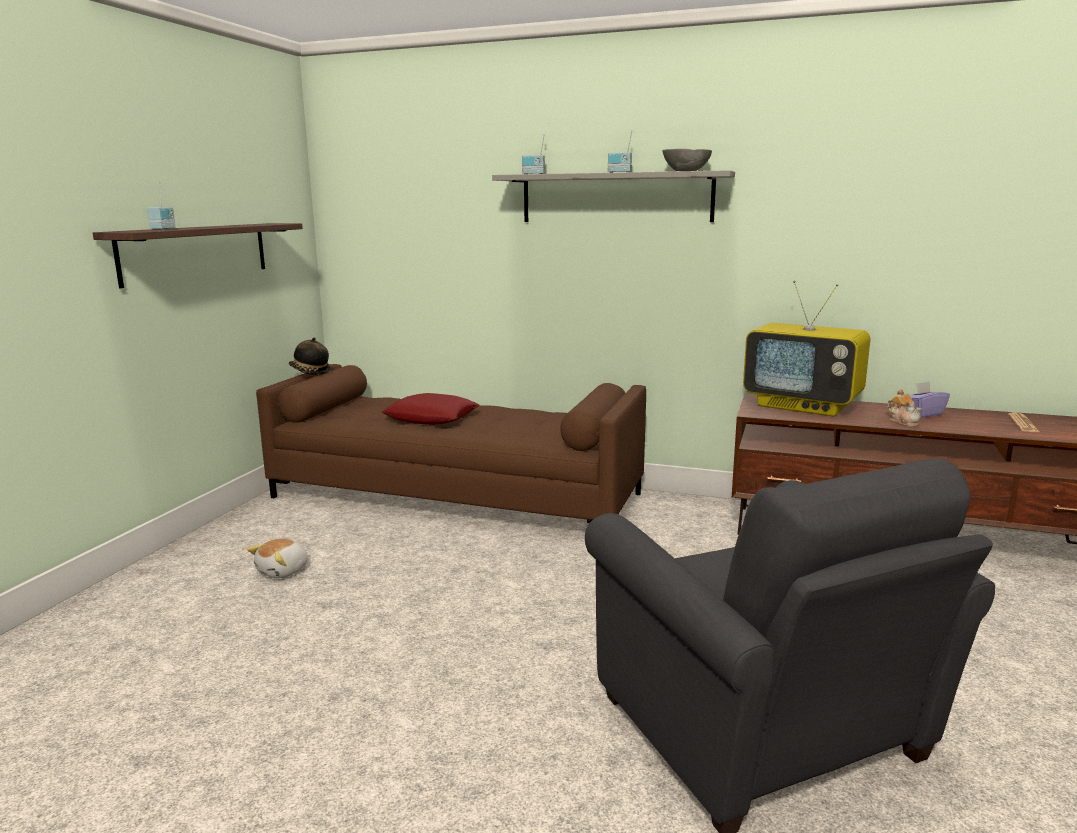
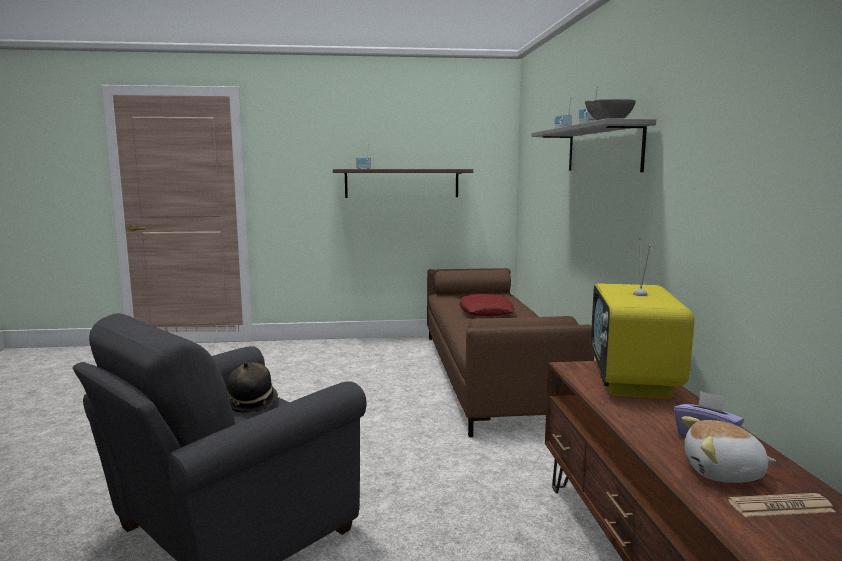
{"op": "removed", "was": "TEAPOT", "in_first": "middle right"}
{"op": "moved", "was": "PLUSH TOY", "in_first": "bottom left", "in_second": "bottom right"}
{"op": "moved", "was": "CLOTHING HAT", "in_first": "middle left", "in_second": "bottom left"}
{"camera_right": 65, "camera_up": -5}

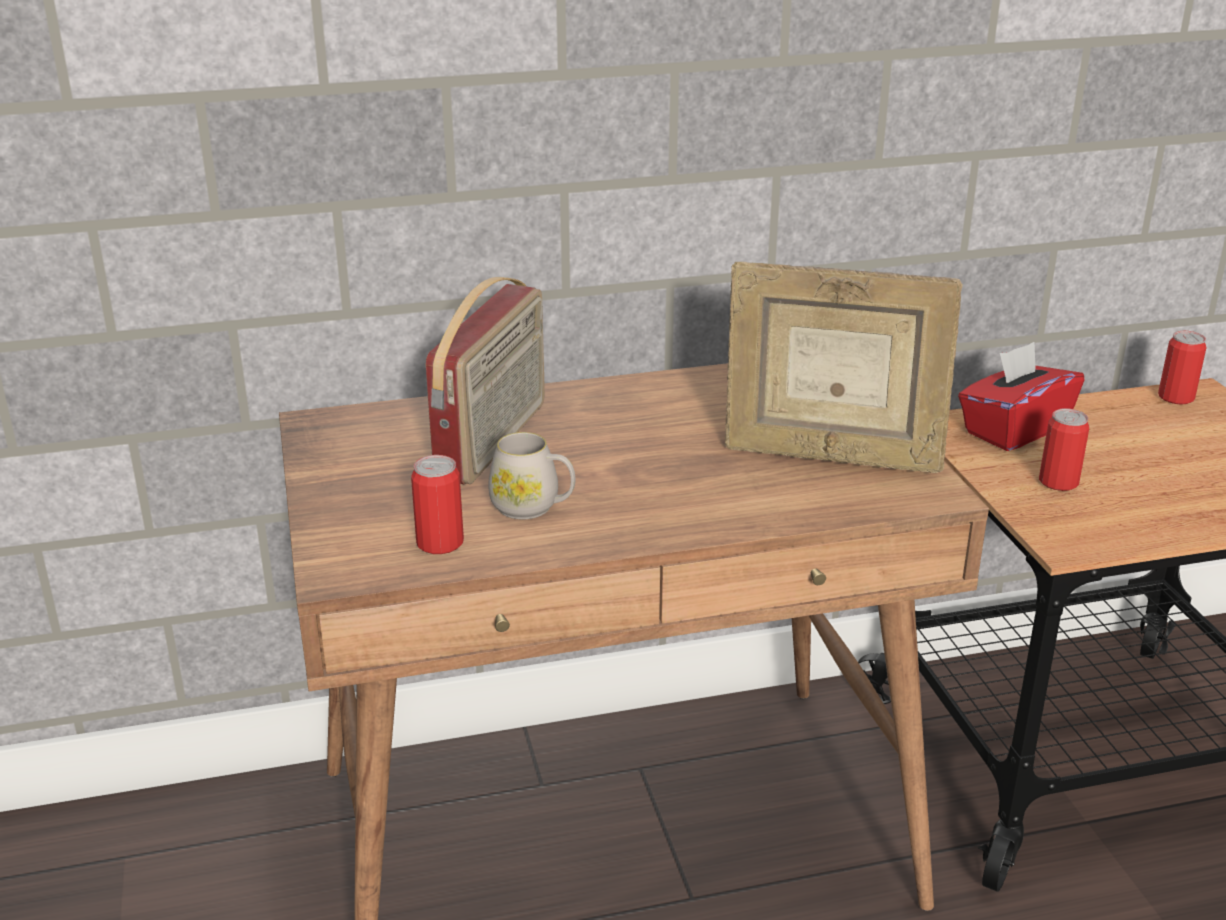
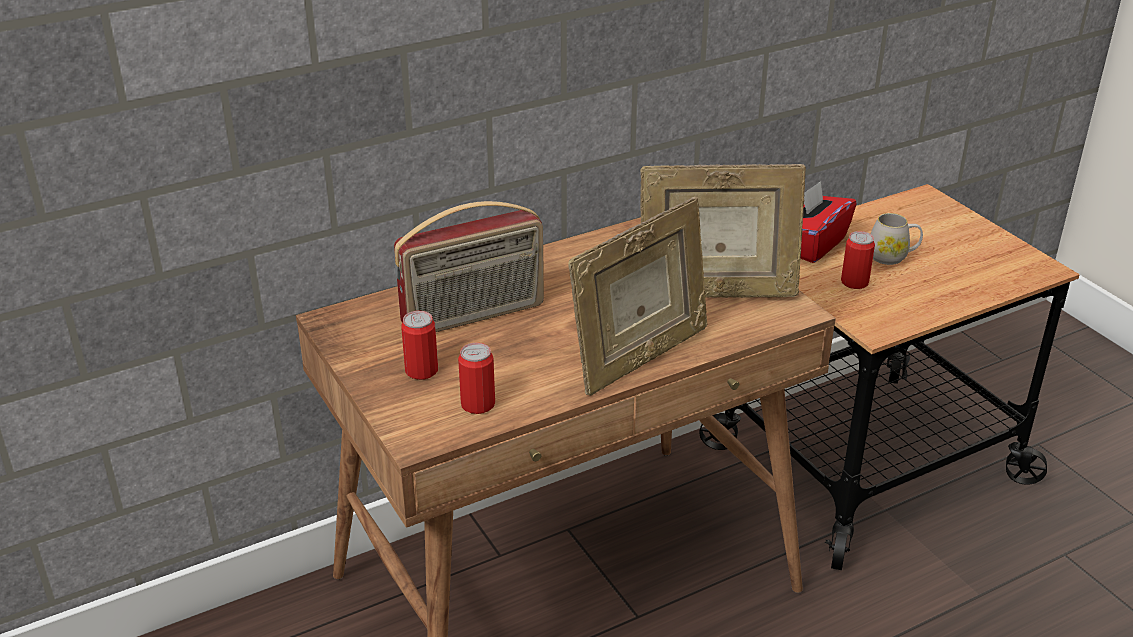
{"op": "added", "now": "PICTURE FRAME (1st from left)", "in_second": "centre"}
{"op": "moved", "was": "WHITE-COLOURED COFFEE MUG", "in_first": "centre", "in_second": "middle right"}
{"op": "moved", "was": "METAL CAN (3rd from left in the first image)", "now": "METAL CAN (1st from left)", "in_first": "middle right", "in_second": "centre"}
{"op": "turned", "was": "RADIO SET", "in_first": "centre", "in_second": "centre", "clockwise": 60}
{"camera_right": -15, "camera_up": 5}

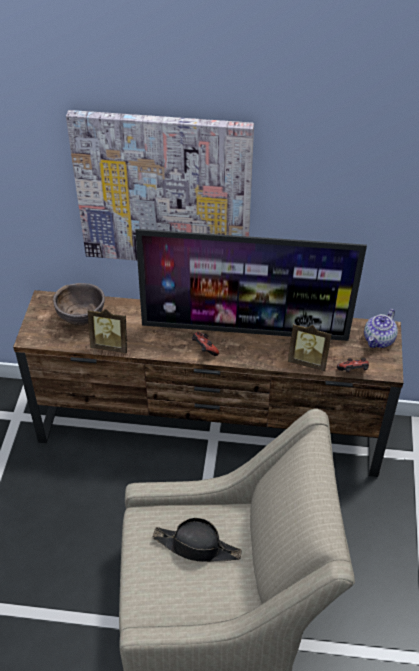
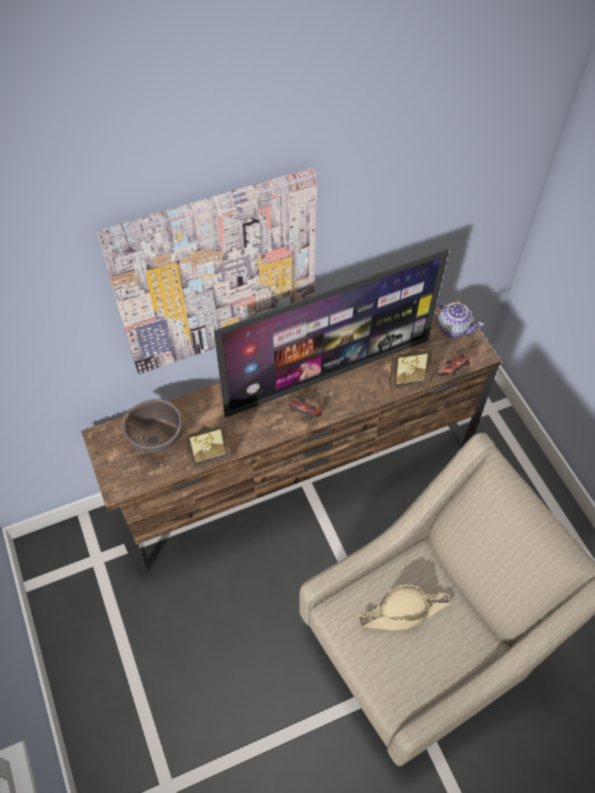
{"op": "recoloured", "was": "BLACK CLOTHING HAT", "now": "BEIGE-COLOURED CLOTHING HAT", "in_first": "bottom centre", "in_second": "bottom right"}
{"op": "turned", "was": "TEAPOT", "in_first": "middle right", "in_second": "middle right", "clockwise": -60}
{"camera_right": -30, "camera_up": 10}

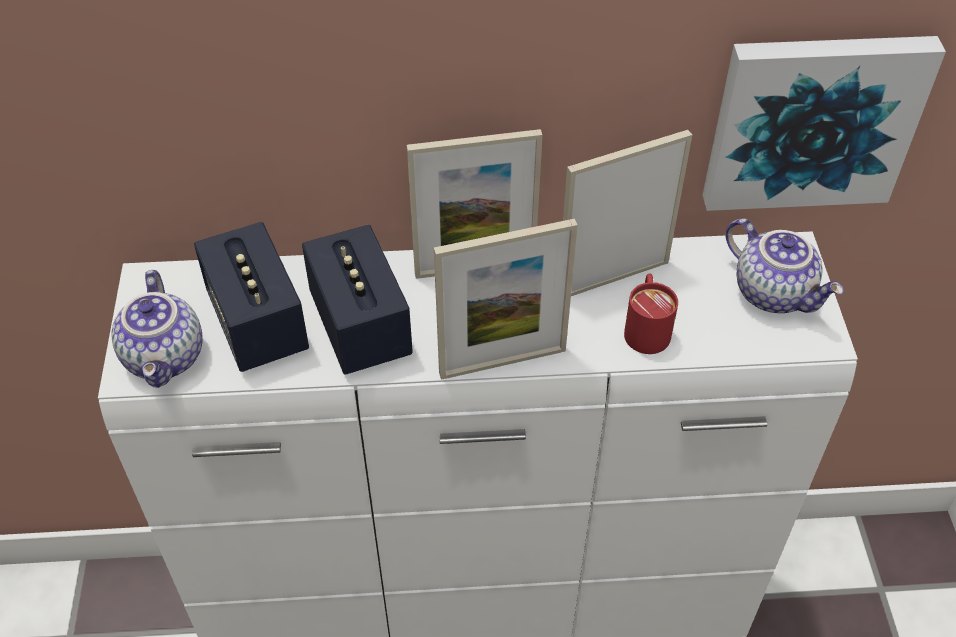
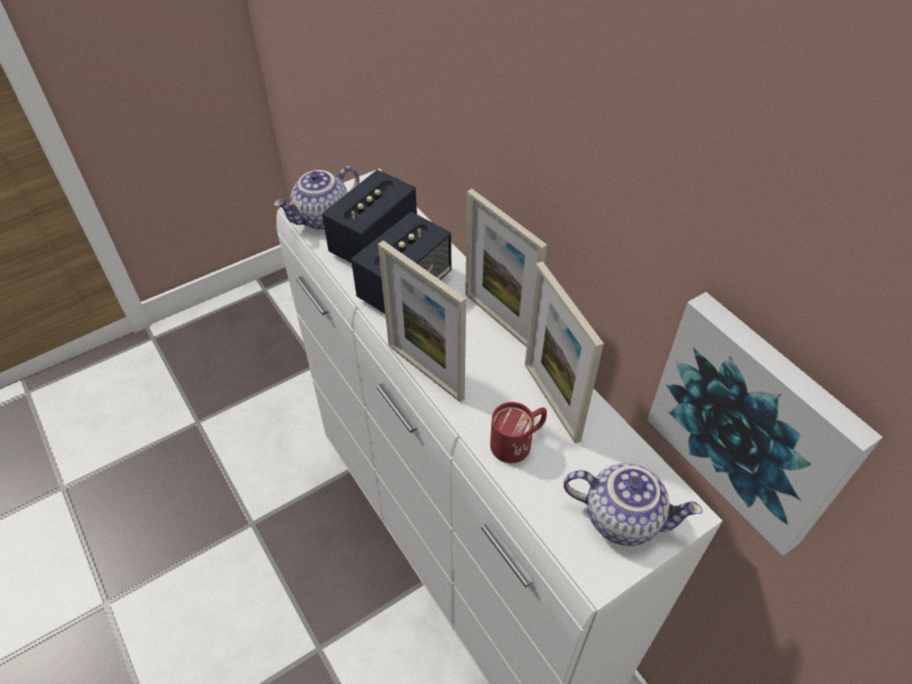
{"op": "turned", "was": "PICTURE FRAME (3rd from left)", "in_first": "centre", "in_second": "centre", "clockwise": -150}
{"op": "turned", "was": "TEAPOT (2nd from left)", "in_first": "middle right", "in_second": "bottom right", "clockwise": -90}
{"camera_right": 60, "camera_up": 0}

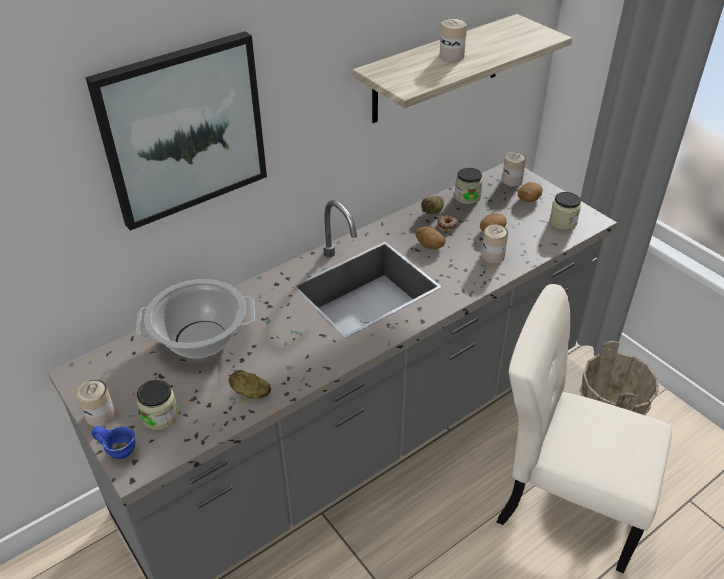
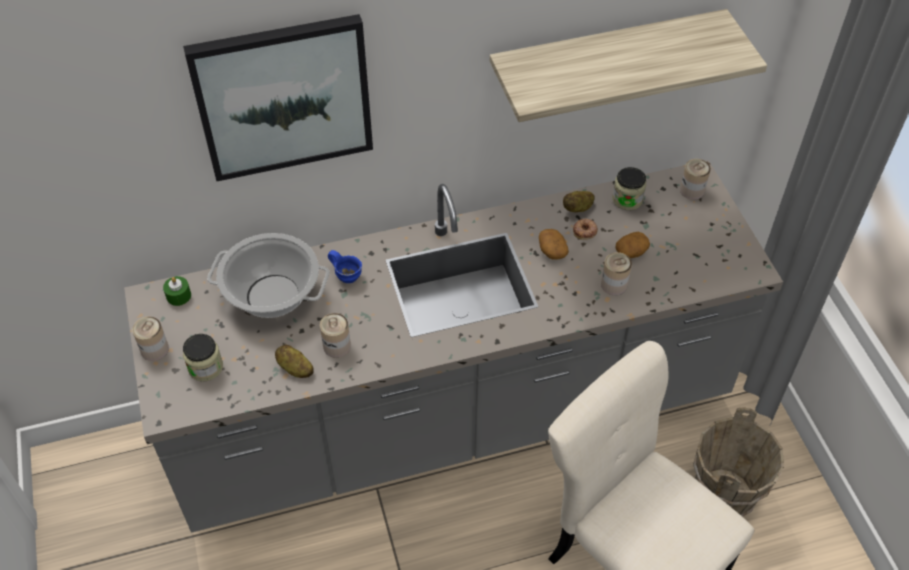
{"op": "removed", "was": "SPUD (5th from left)", "in_first": "top right"}
{"op": "removed", "was": "JAR (3rd from left)", "in_first": "middle right"}
{"op": "added", "now": "GREEN WAX CANDLE", "in_second": "middle left"}
{"op": "moved", "was": "BLUISH COFFEE MUG", "in_first": "bottom left", "in_second": "centre"}
{"op": "moved", "was": "METAL CAN (2nd from left)", "in_first": "top centre", "in_second": "centre"}
{"camera_right": 20, "camera_up": 10}

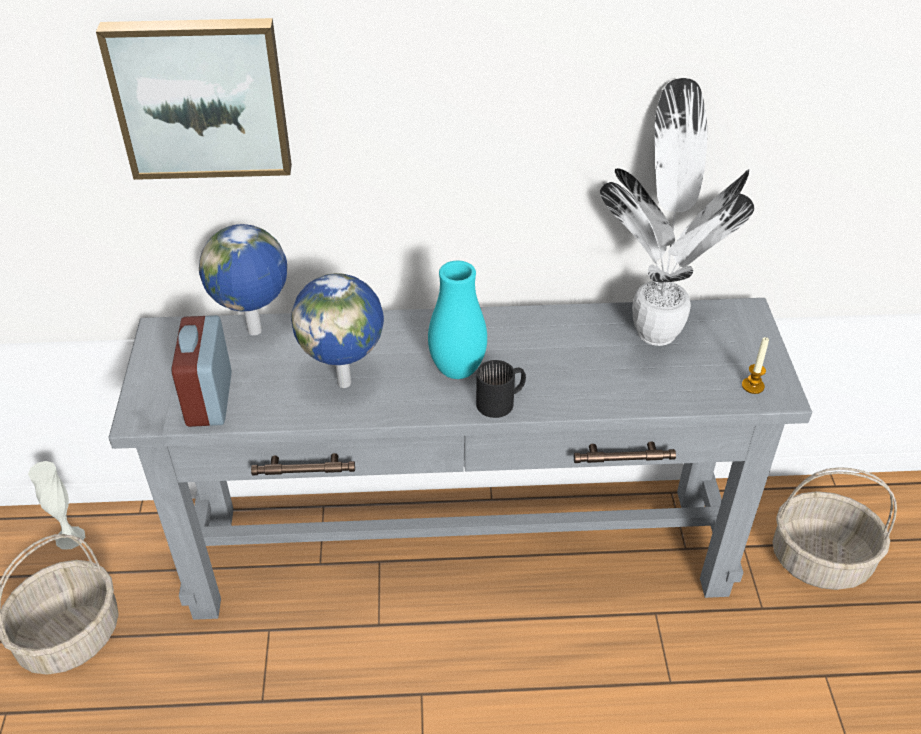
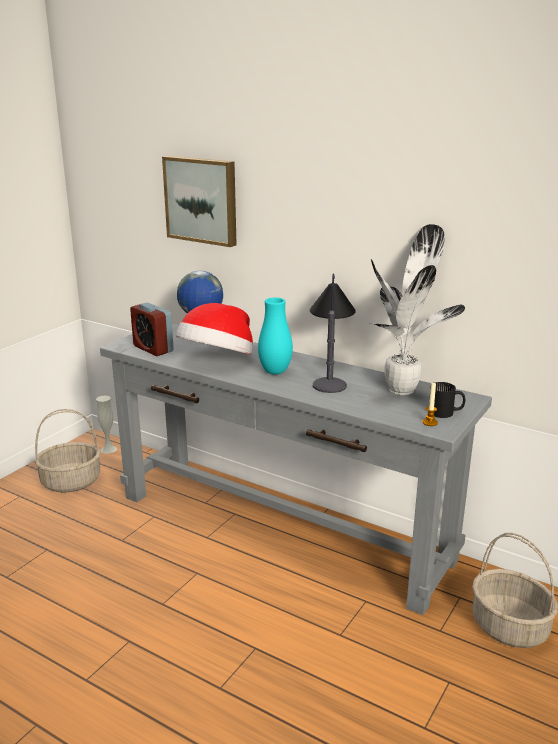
{"op": "added", "now": "TABLE LAMP", "in_second": "centre"}
{"op": "moved", "was": "BLACK COFFEE MUG", "in_first": "centre", "in_second": "middle right"}
{"op": "replaced", "was": "GLOBE (2nd from left)", "now": "CLOTHING HAT", "in_first": "centre", "in_second": "centre"}
{"op": "turned", "was": "ALARM CLOCK", "in_first": "middle left", "in_second": "middle left", "clockwise": -75}
{"camera_right": 35, "camera_up": -20}

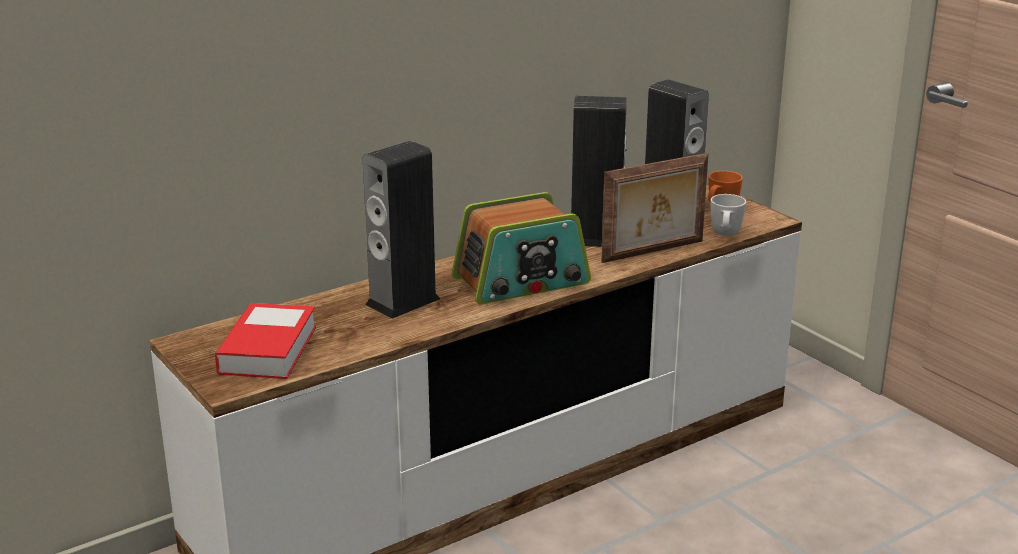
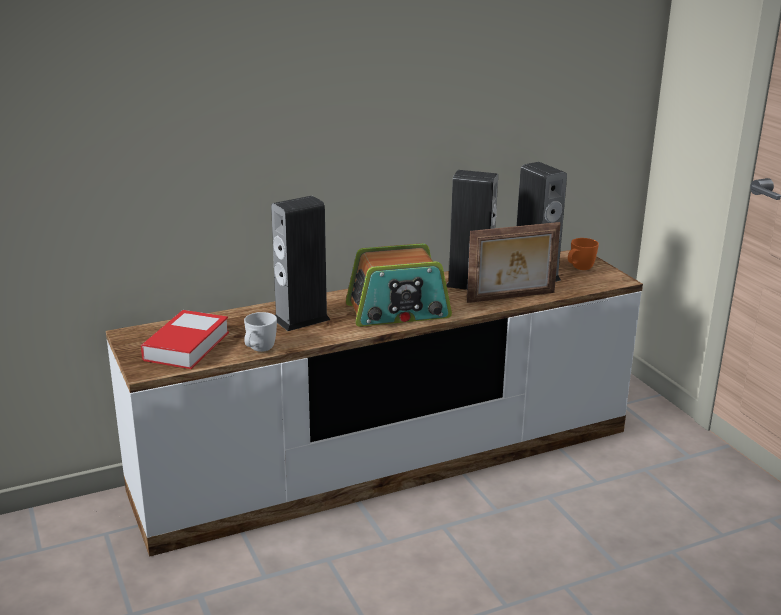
{"op": "moved", "was": "WHITE-COLOURED COFFEE MUG", "in_first": "middle right", "in_second": "middle left"}
{"camera_right": 10, "camera_up": 0}

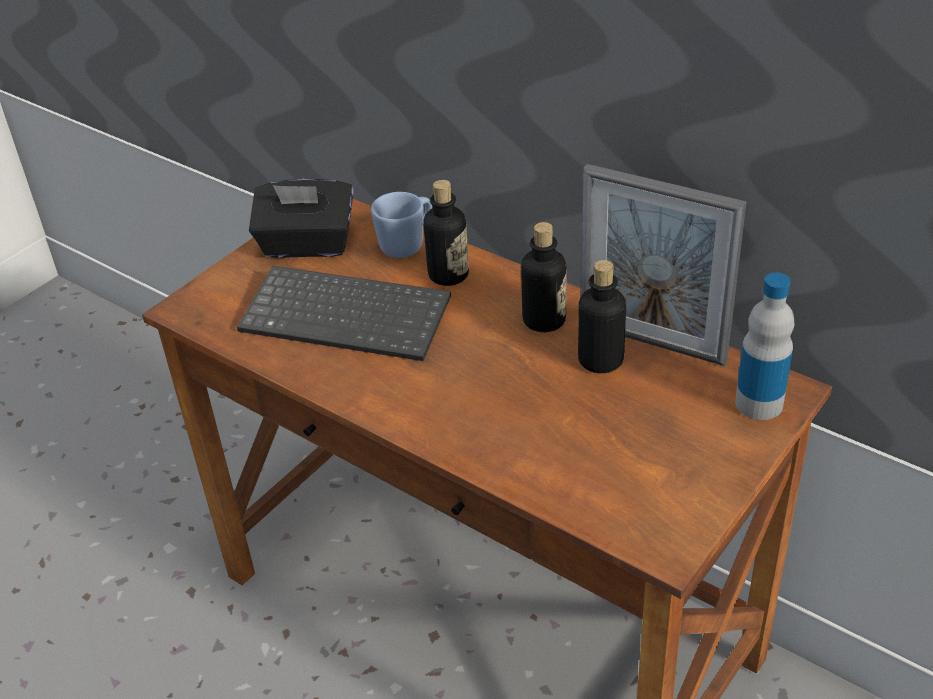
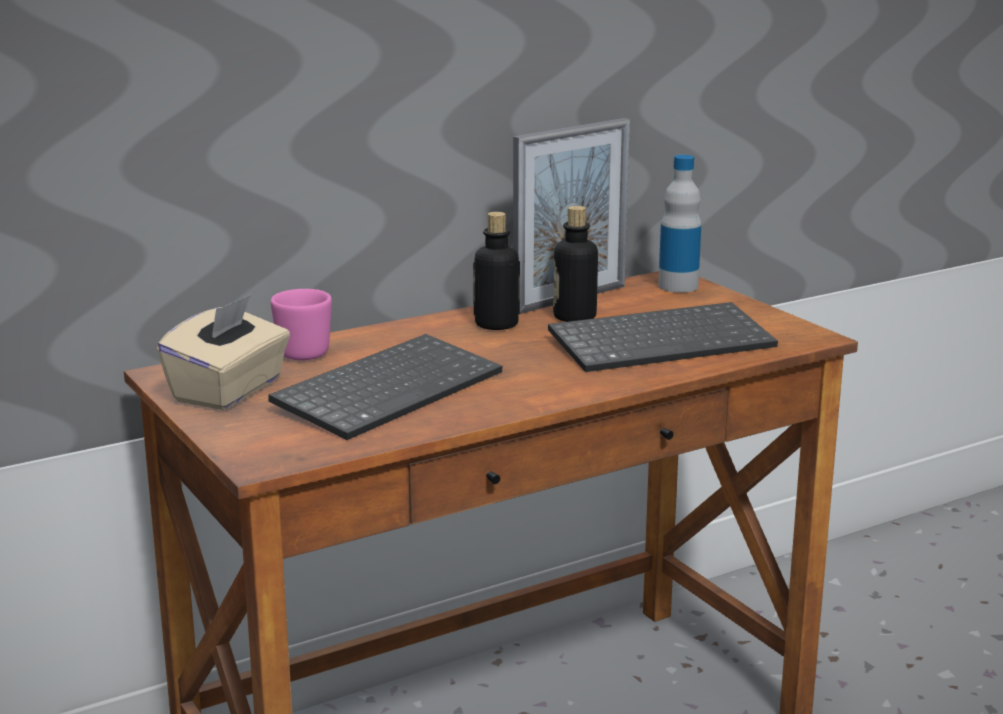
{"op": "removed", "was": "BOTTLE (1st from left)", "in_first": "centre"}
{"op": "added", "now": "KEYBOARD (2nd from left)", "in_second": "centre"}
{"op": "recoloured", "was": "BLACK TISSUE BOX", "now": "BEIGE-COLOURED TISSUE BOX", "in_first": "top left", "in_second": "middle left"}
{"op": "recoloured", "was": "BLUISH COFFEE MUG", "now": "PINKISH COFFEE MUG", "in_first": "top centre", "in_second": "middle left"}
{"camera_right": -70, "camera_up": -20}

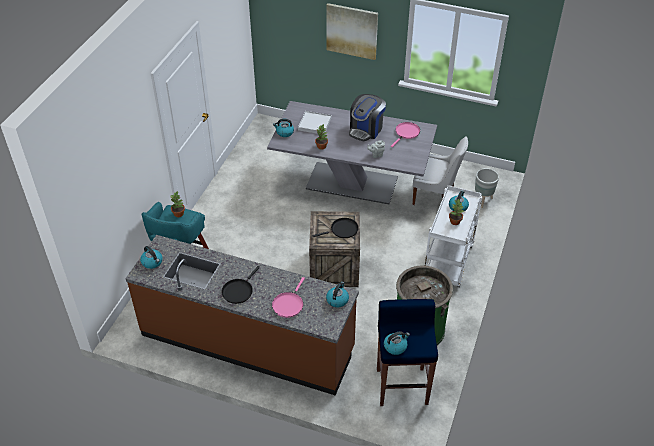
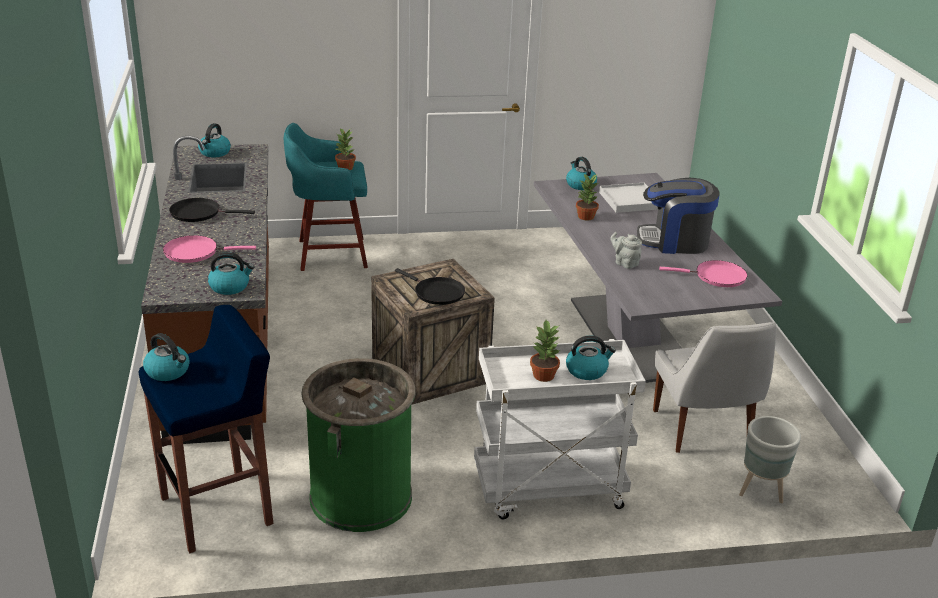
{"op": "removed", "was": "WALL ART", "in_first": "top centre"}
{"camera_right": 60, "camera_up": -15}

